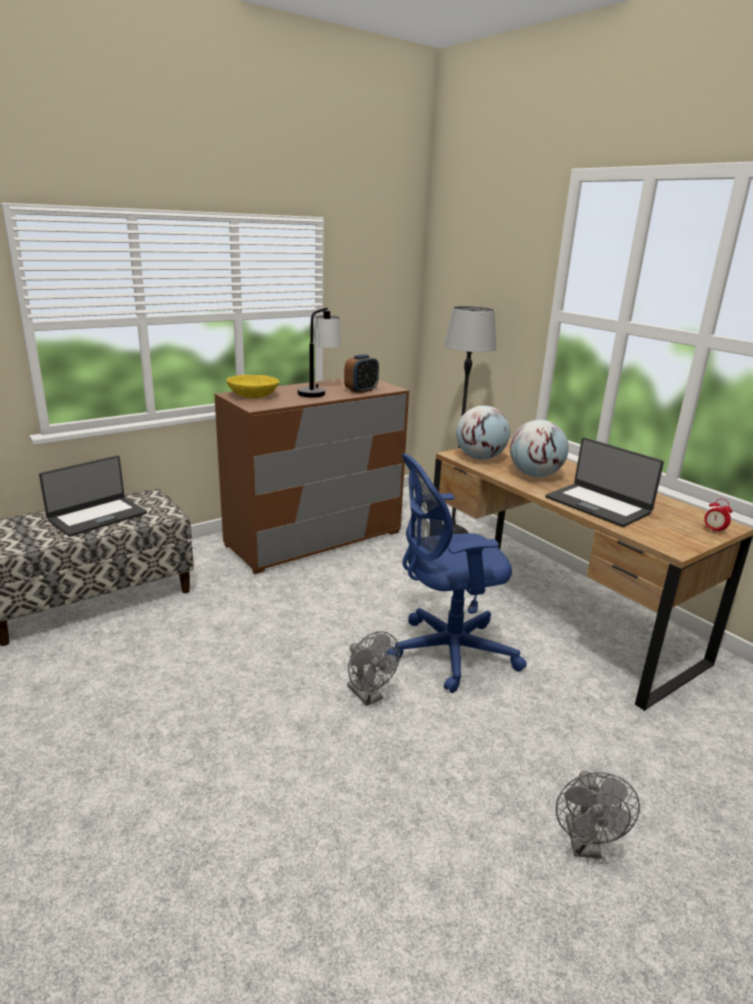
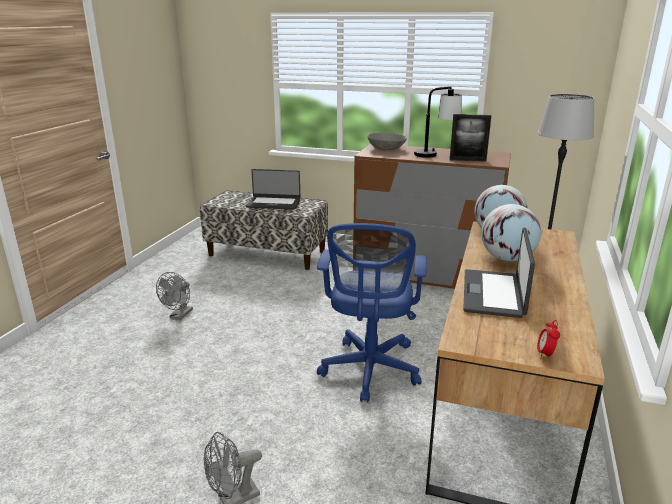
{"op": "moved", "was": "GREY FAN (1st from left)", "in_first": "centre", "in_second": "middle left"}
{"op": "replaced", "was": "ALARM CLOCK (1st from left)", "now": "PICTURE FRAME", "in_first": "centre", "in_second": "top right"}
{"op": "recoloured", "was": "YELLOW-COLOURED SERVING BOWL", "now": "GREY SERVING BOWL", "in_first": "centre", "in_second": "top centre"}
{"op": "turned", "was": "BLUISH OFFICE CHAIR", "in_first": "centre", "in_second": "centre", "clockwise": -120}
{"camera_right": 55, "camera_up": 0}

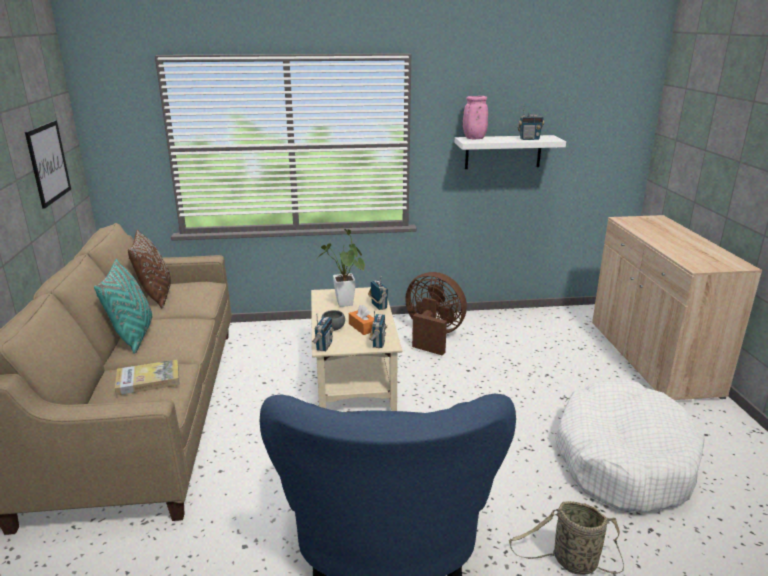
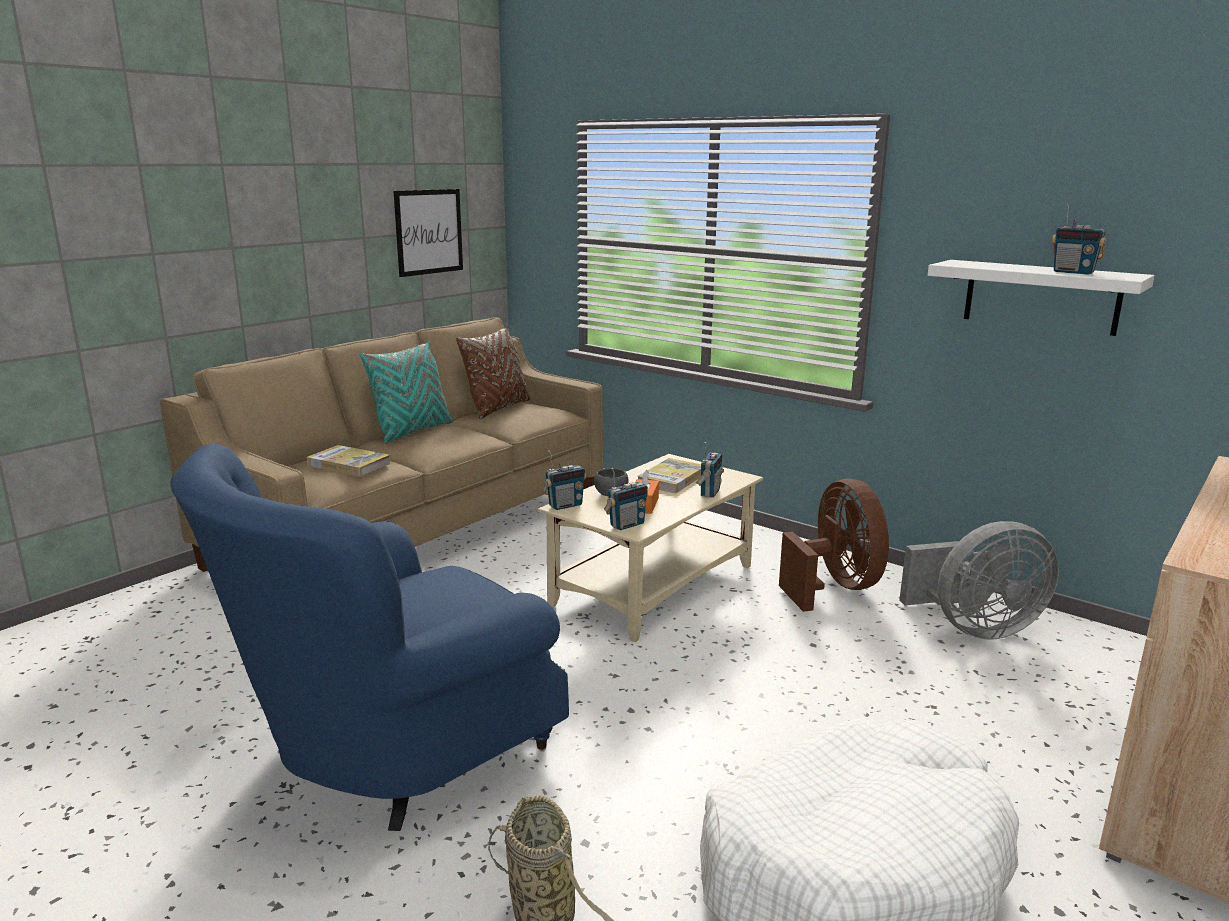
{"op": "removed", "was": "PINKISH FLOWER VASE", "in_first": "top centre"}
{"op": "added", "now": "GREY FAN", "in_second": "middle right"}
{"op": "replaced", "was": "PLANT IN A POT", "now": "VOLUME (2nd from left)", "in_first": "centre", "in_second": "centre"}
{"camera_right": 45, "camera_up": -5}

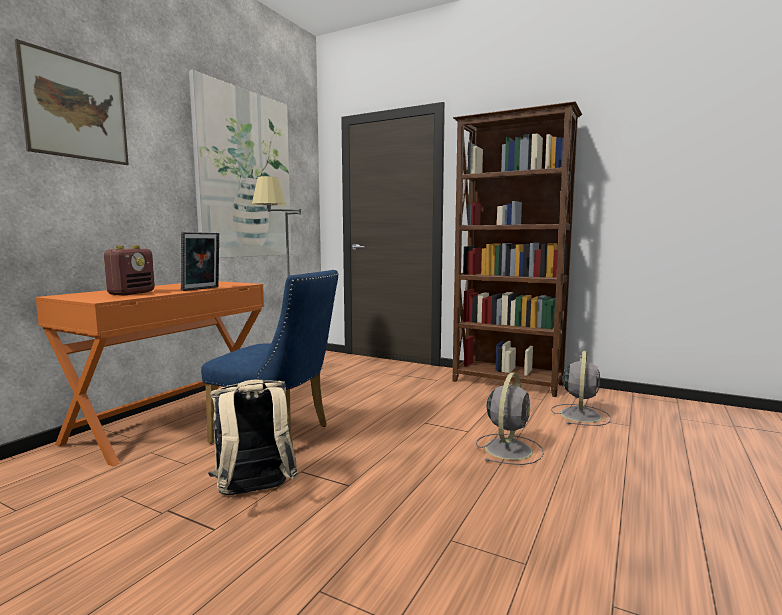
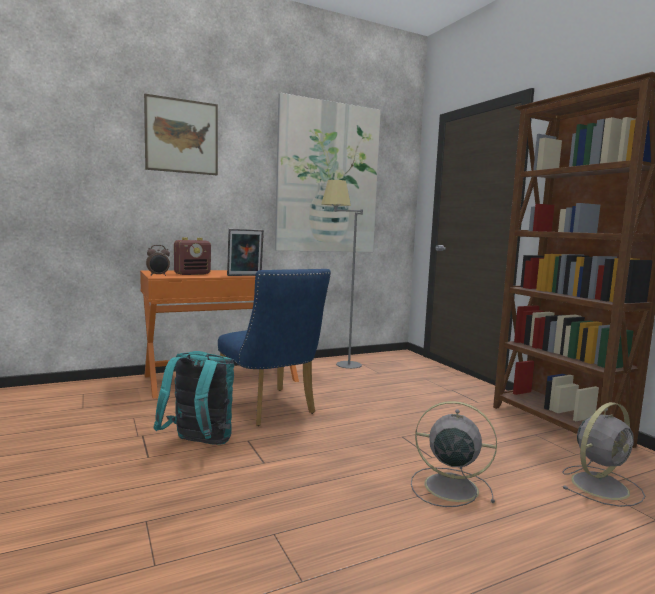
{"op": "added", "now": "ALARM CLOCK", "in_second": "middle left"}
{"op": "recoloured", "was": "BEIGE-COLOURED RUCKSACK", "now": "TURQUOISE-COLOURED RUCKSACK", "in_first": "bottom left", "in_second": "bottom left"}
{"op": "turned", "was": "GREY FAN (1st from left)", "in_first": "bottom centre", "in_second": "bottom right", "clockwise": -135}
{"camera_right": 35, "camera_up": 0}

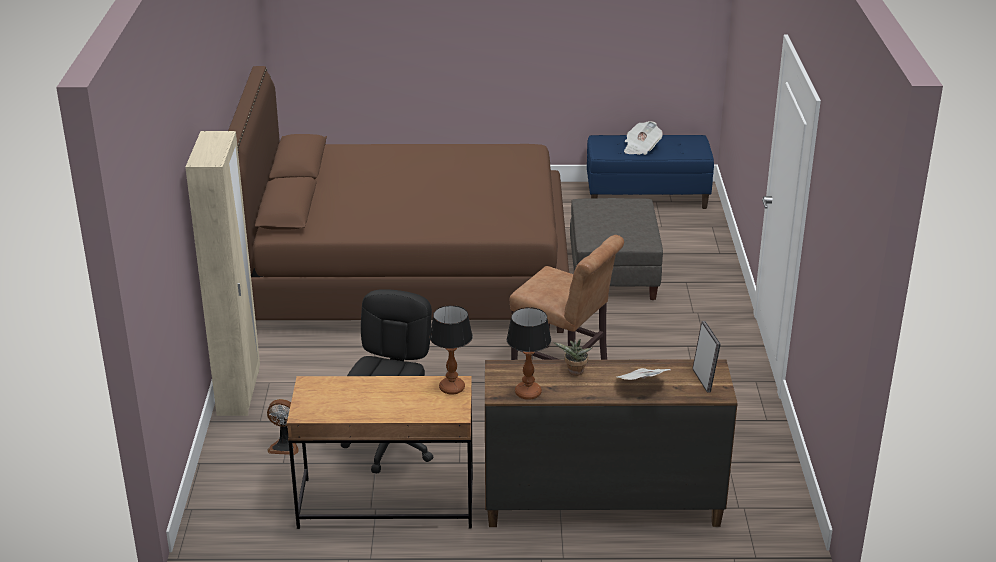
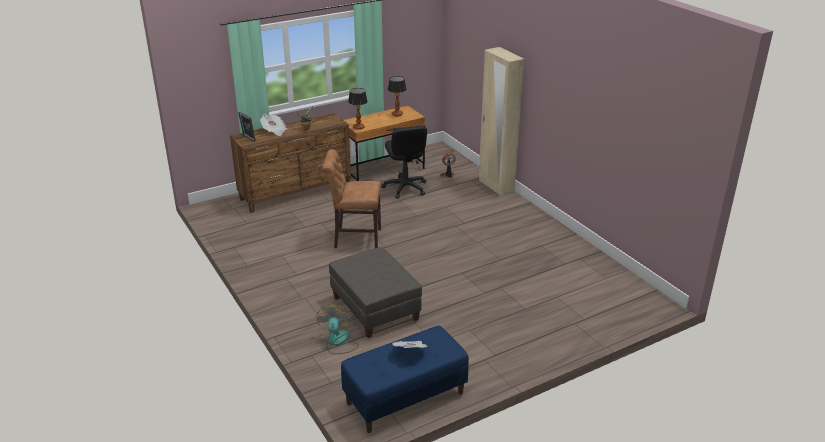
{"op": "removed", "was": "BROWNISH BED", "in_first": "centre"}
{"op": "added", "now": "FAN (1st from left)", "in_second": "bottom centre"}
{"op": "moved", "was": "TABLE LAMP (2nd from left)", "in_first": "centre", "in_second": "top centre"}
{"camera_right": 150, "camera_up": 0}

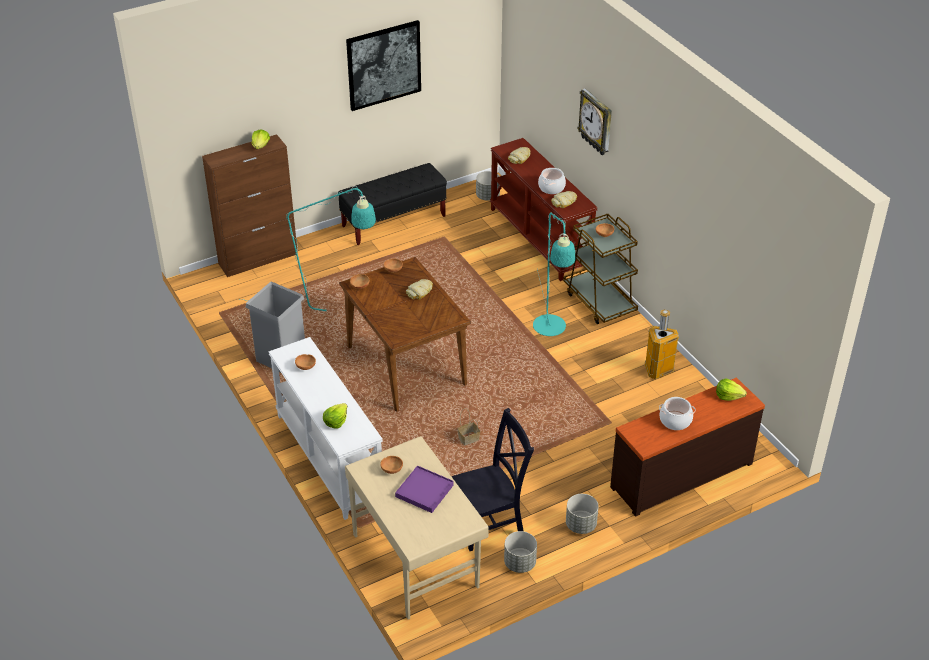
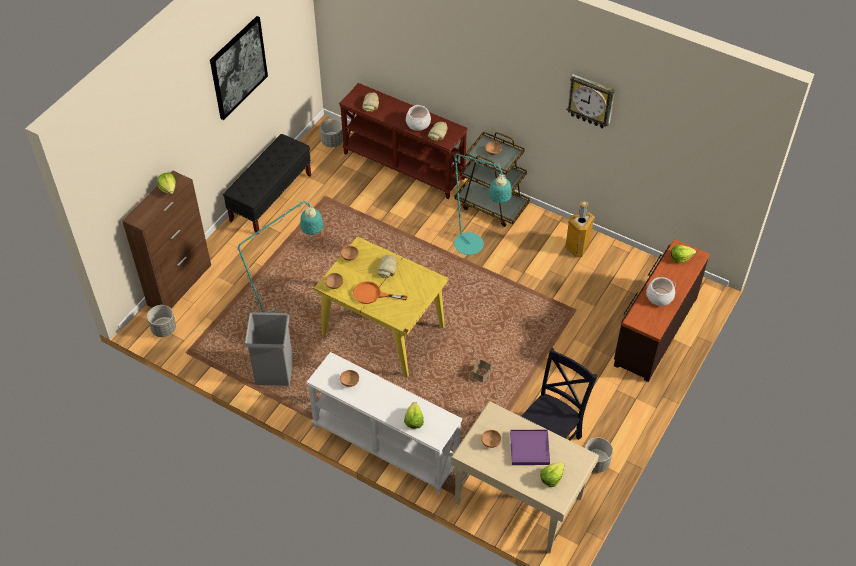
{"op": "added", "now": "ORANGEY SKILLET", "in_second": "centre"}
{"op": "added", "now": "LETTUCE (3rd from left)", "in_second": "bottom centre"}
{"op": "moved", "was": "GREY FLOWER POT (3rd from left in the first image)", "now": "GREY FLOWER POT (1st from left)", "in_first": "bottom centre", "in_second": "middle left"}
{"op": "moved", "was": "HANGING CLOCK", "in_first": "top centre", "in_second": "top right"}
{"op": "recoloured", "was": "BROWNISH DINING TABLE", "now": "YELLOW-COLOURED DINING TABLE", "in_first": "centre", "in_second": "centre"}
{"camera_right": -30, "camera_up": 10}

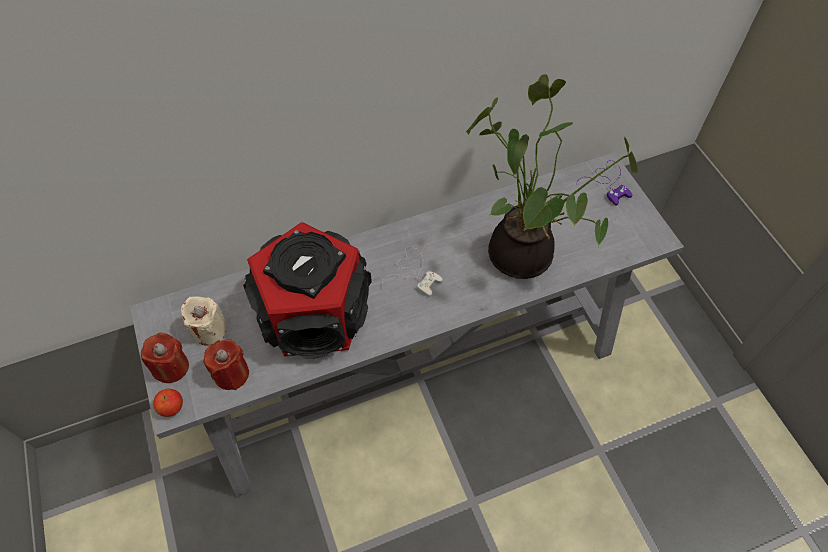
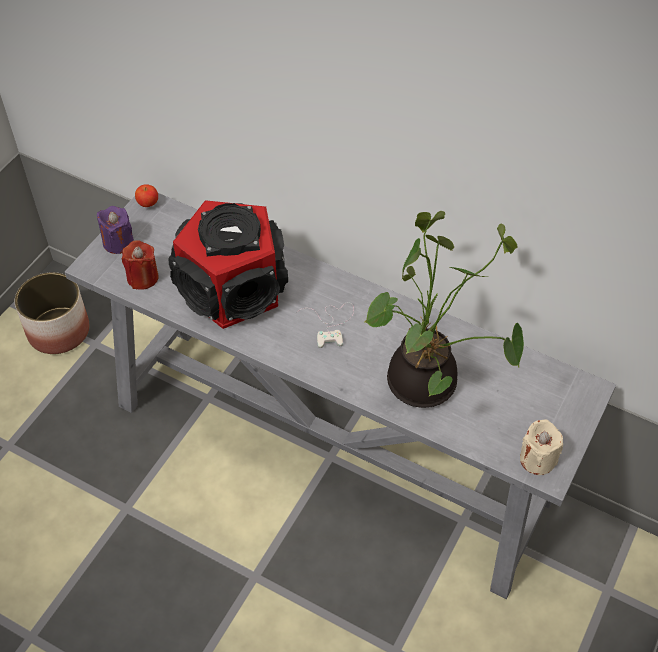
{"op": "removed", "was": "PURPLISH GAME CONTROLLER", "in_first": "top right"}
{"op": "added", "now": "FLOWER POT", "in_second": "middle left"}
{"op": "moved", "was": "WHOLE APPLE", "in_first": "bottom left", "in_second": "top left"}
{"op": "moved", "was": "BEIGE-COLOURED WAX CANDLE", "in_first": "middle left", "in_second": "bottom right"}
{"op": "recoloured", "was": "RED-COLOURED WAX CANDLE (1st from left)", "now": "PURPLISH WAX CANDLE", "in_first": "middle left", "in_second": "middle left"}
{"camera_right": 50, "camera_up": -5}

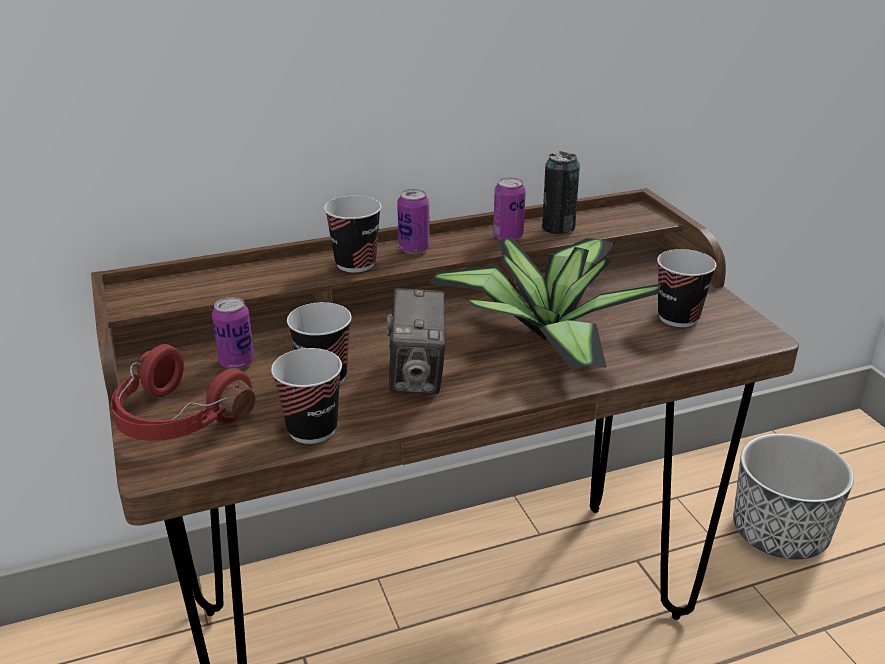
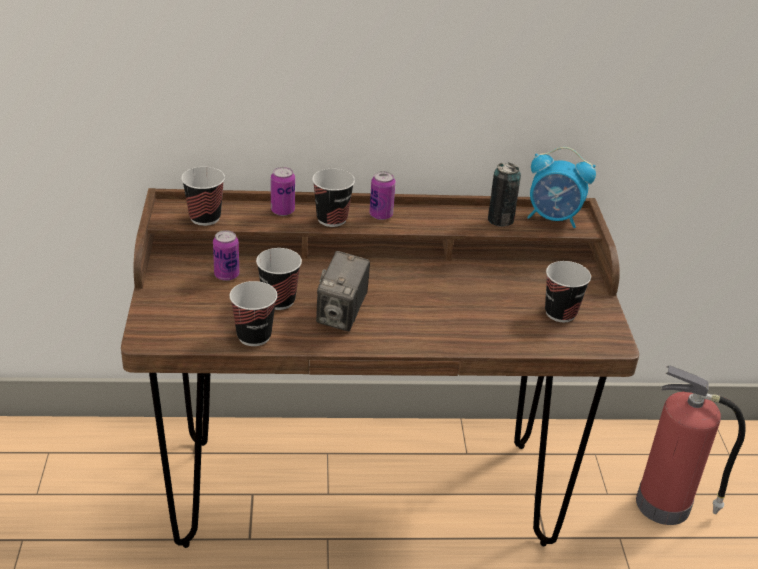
{"op": "removed", "was": "RED-COLOURED HEADSET", "in_first": "middle left"}
{"op": "removed", "was": "PLANT IN A POT", "in_first": "centre"}
{"op": "added", "now": "SMALL CUP (1st from left)", "in_second": "middle left"}
{"op": "added", "now": "ALARM CLOCK", "in_second": "top right"}
{"op": "moved", "was": "METAL CAN (3rd from left in the first image)", "now": "METAL CAN (2nd from left)", "in_first": "top centre", "in_second": "centre"}
{"op": "replaced", "was": "FLOWER POT", "now": "FIRE-FIGHTING CYLINDER", "in_first": "bottom right", "in_second": "bottom right"}
{"camera_right": 15, "camera_up": 5}

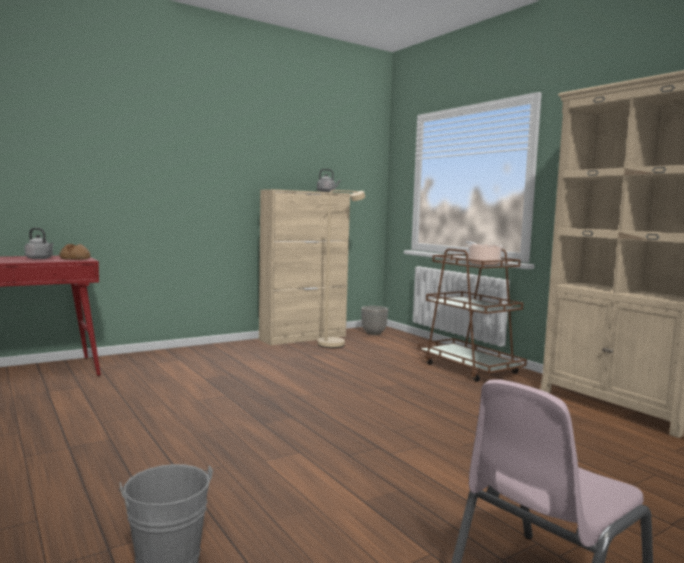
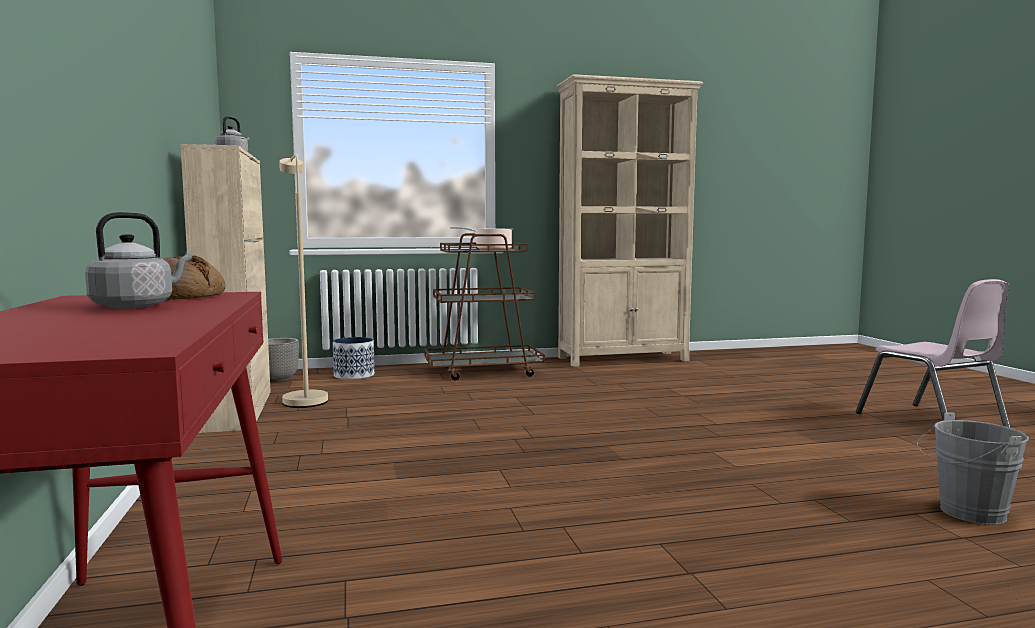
{"op": "added", "now": "FLOWER POT (2nd from left)", "in_second": "centre"}
{"camera_right": -70, "camera_up": 0}

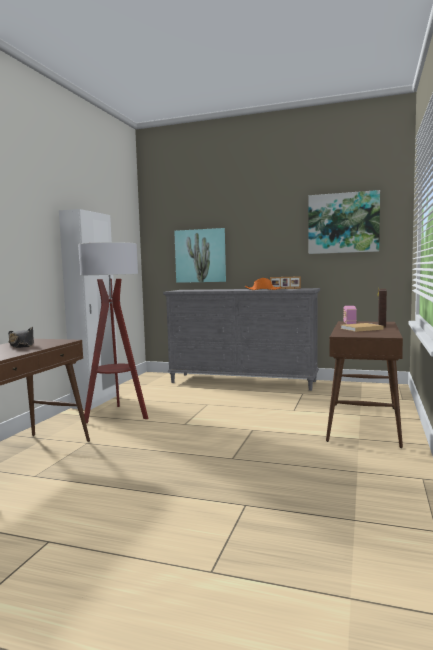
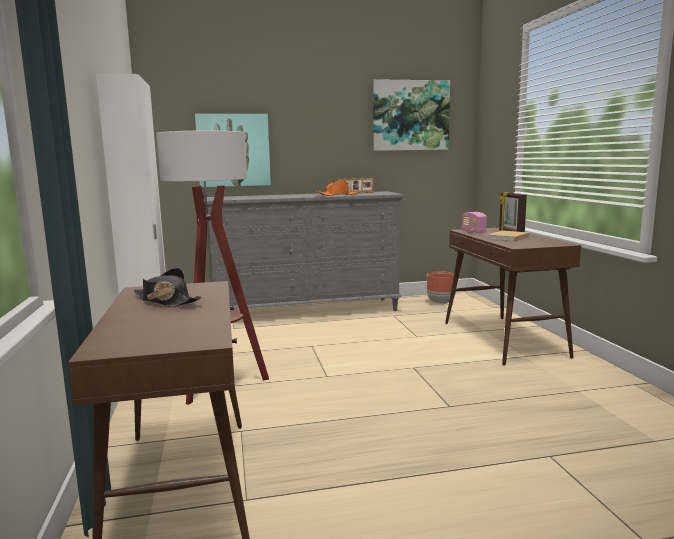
{"op": "added", "now": "BROWNISH FLOWER POT", "in_second": "centre"}
{"camera_right": -30, "camera_up": 5}

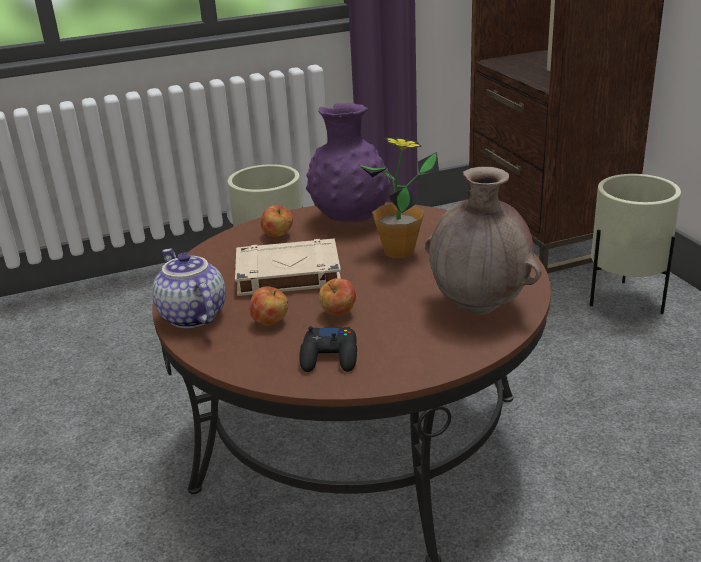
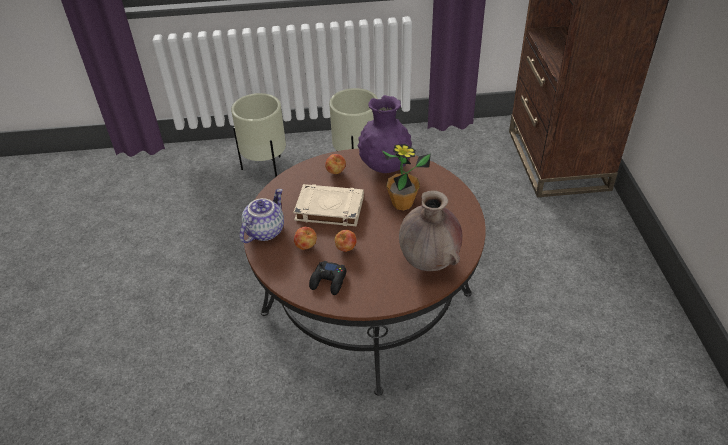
{"op": "moved", "was": "BEIGE-COLOURED FLOWER POT (2nd from left in the first image)", "now": "BEIGE-COLOURED FLOWER POT (1st from left)", "in_first": "middle right", "in_second": "top centre"}
{"op": "turned", "was": "TEAPOT", "in_first": "middle left", "in_second": "centre", "clockwise": 45}
{"camera_right": 15, "camera_up": 15}

